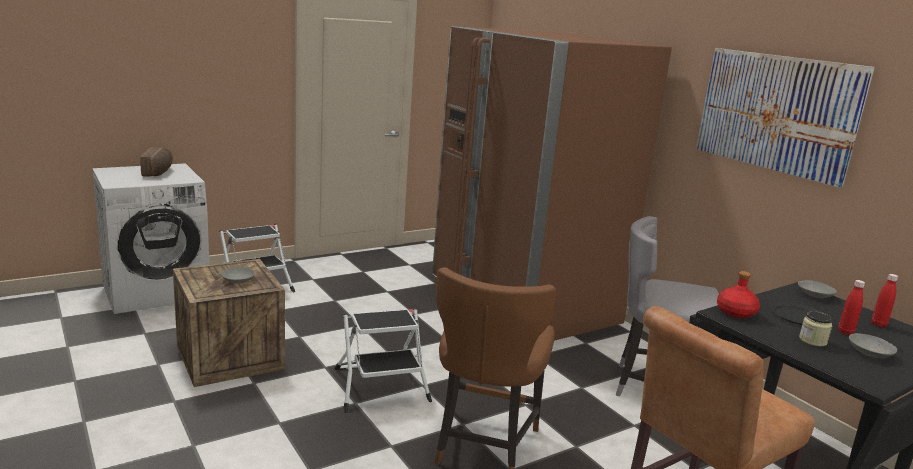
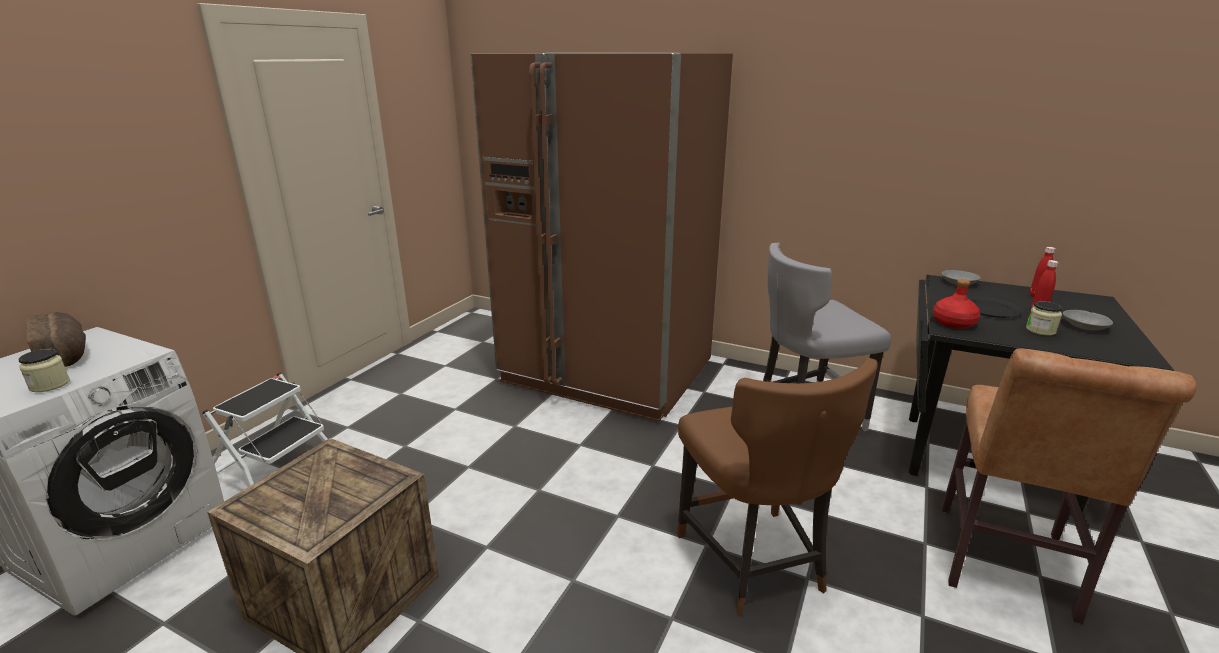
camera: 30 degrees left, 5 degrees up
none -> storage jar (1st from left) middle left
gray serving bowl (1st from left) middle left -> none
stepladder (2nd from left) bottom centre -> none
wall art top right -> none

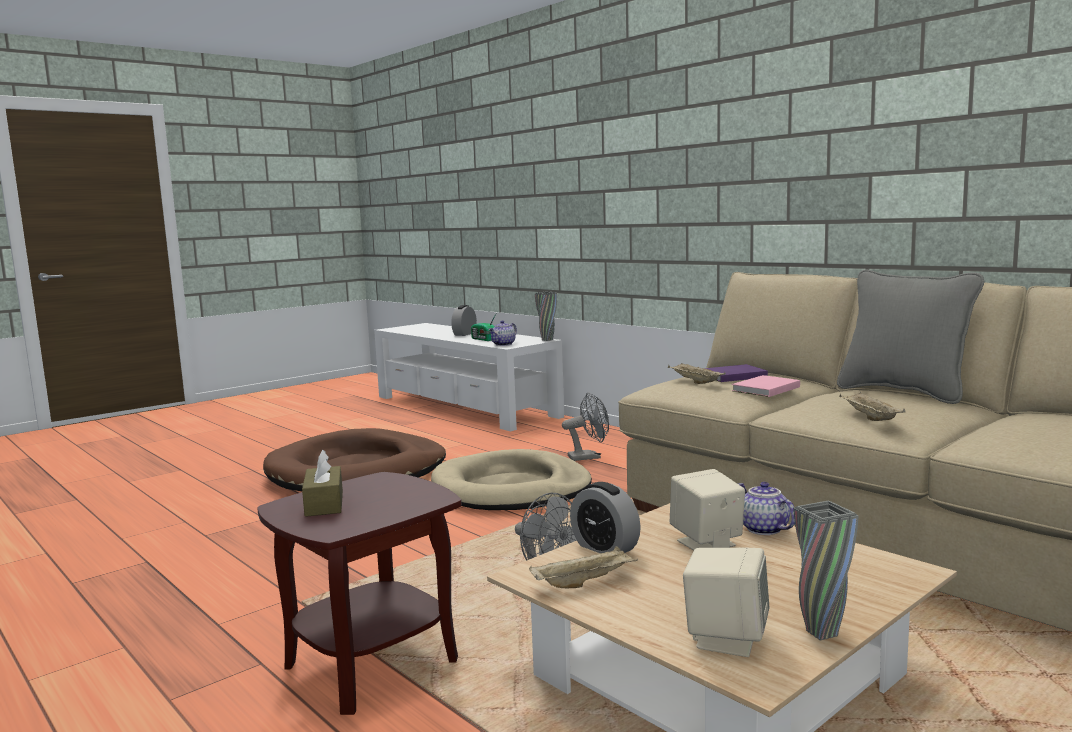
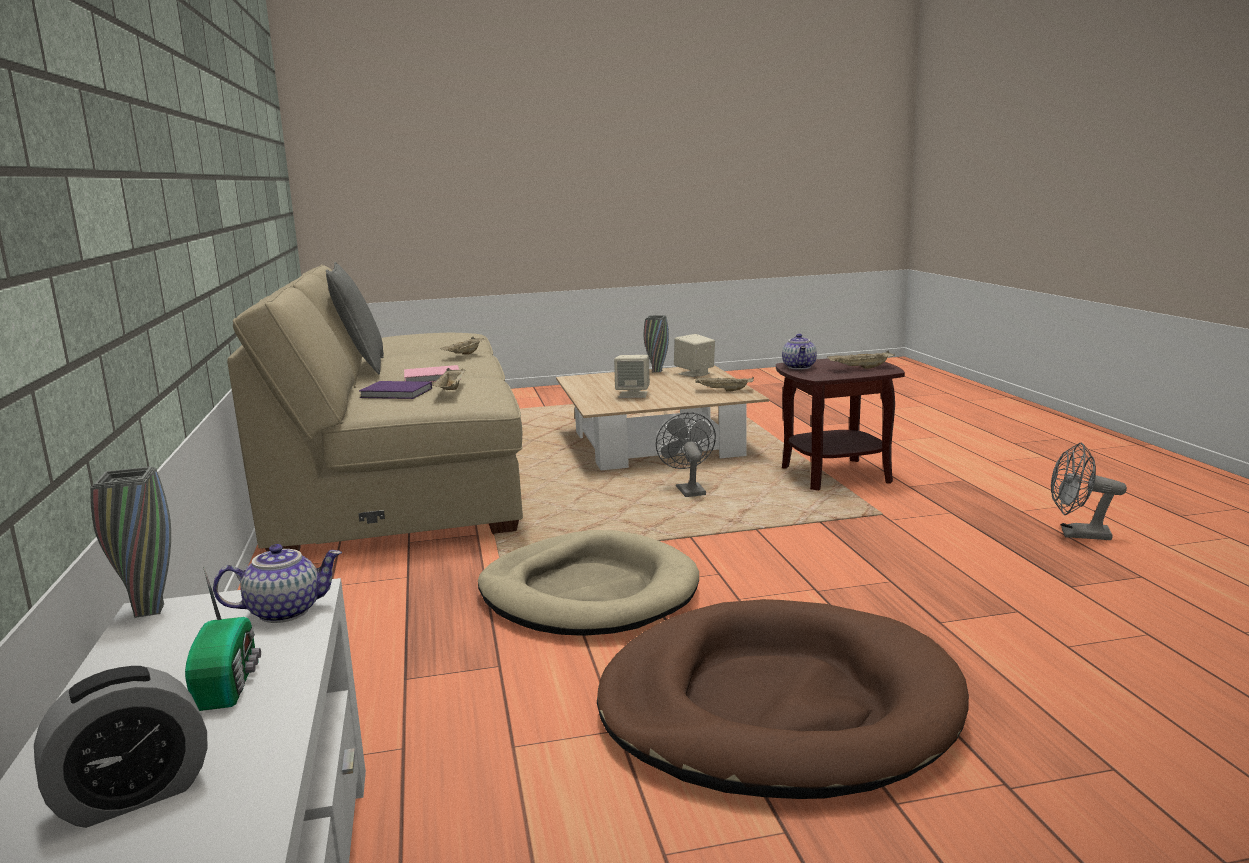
camera: 150 degrees left, 5 degrees up
tea pot (2nd from left) bottom right -> tea pot (2nd from left) centre, move
brown-coloured box of tissues middle left -> sand-coloured carrying tray (4th from left) middle right
gray electric fan (2nd from left) centre -> gray electric fan (2nd from left) middle right, move
bedside clock (2nd from left) bottom centre -> none

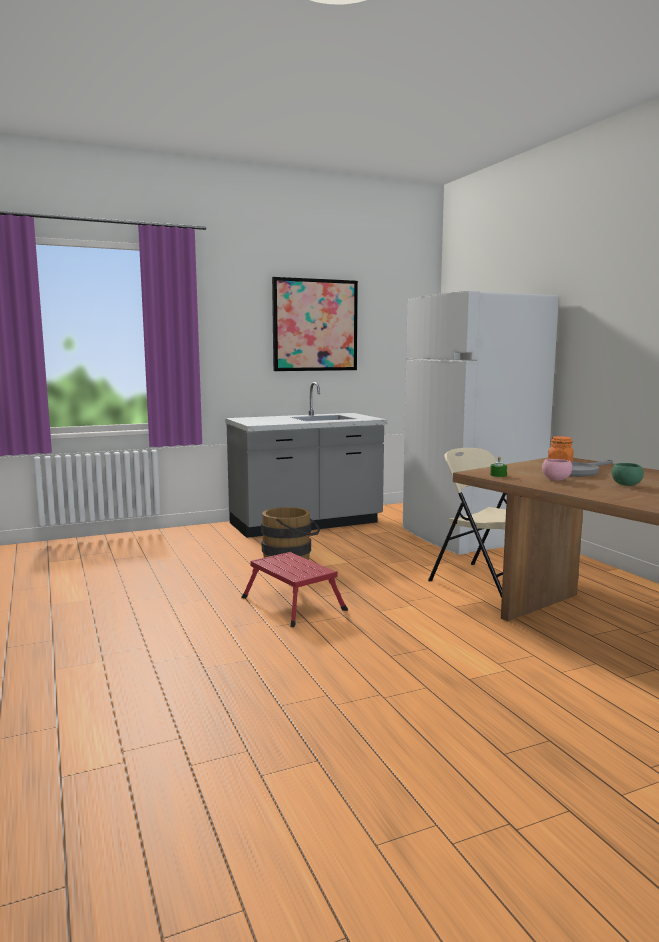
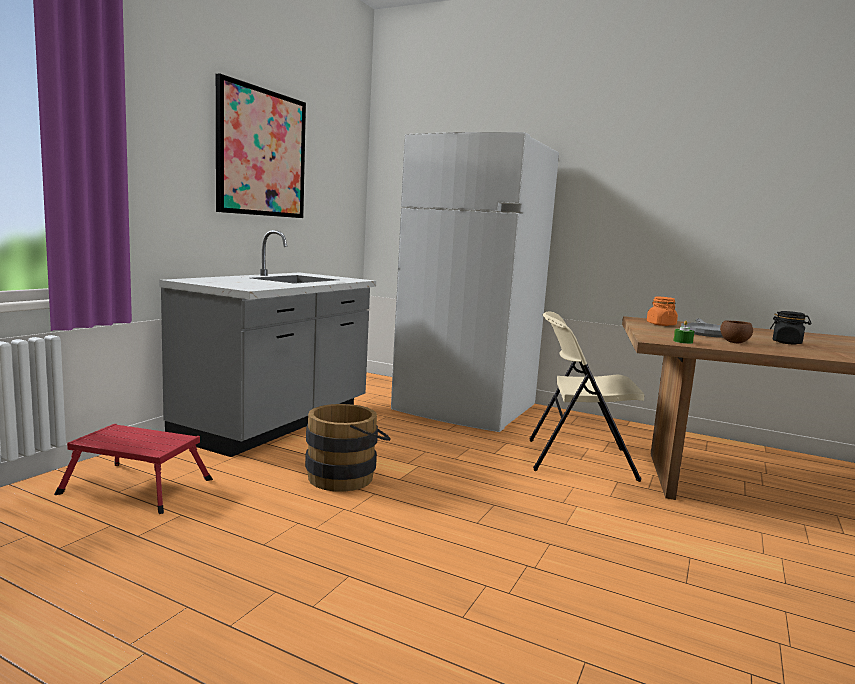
camera: 40 degrees left, 0 degrees up
red stepladder centre -> red stepladder bottom left, move
pinkish serving bowl middle right -> brown-coloured serving bowl middle right
greenish serving bowl middle right -> black-coloured storage jar middle right

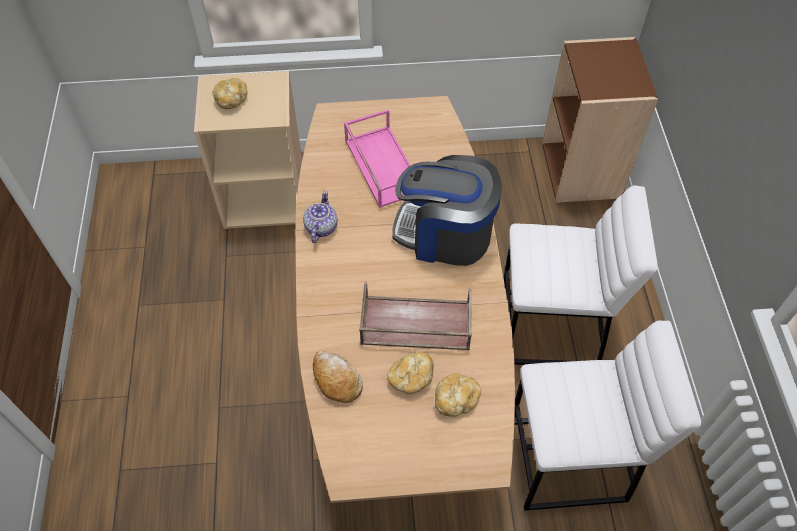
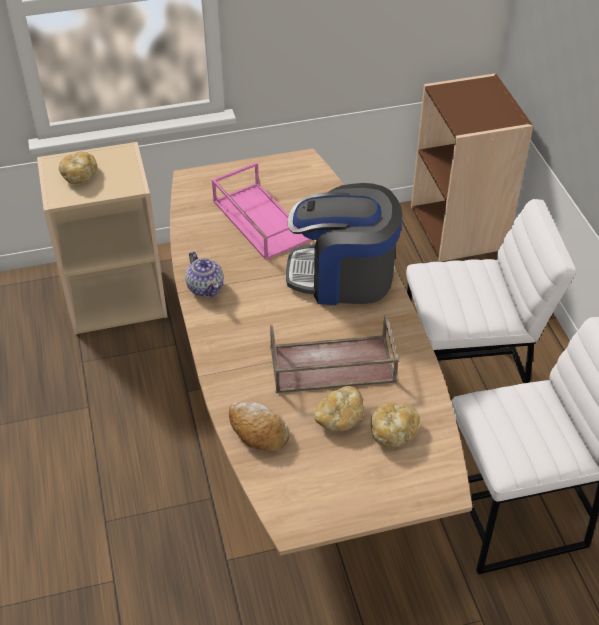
camera: 10 degrees left, 10 degrees down
tea pot centre, 150 degrees clockwise

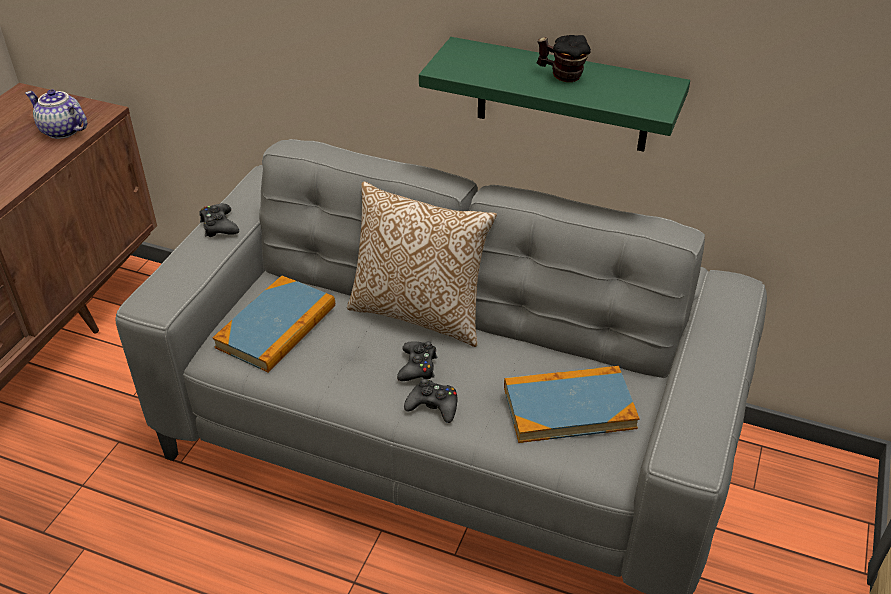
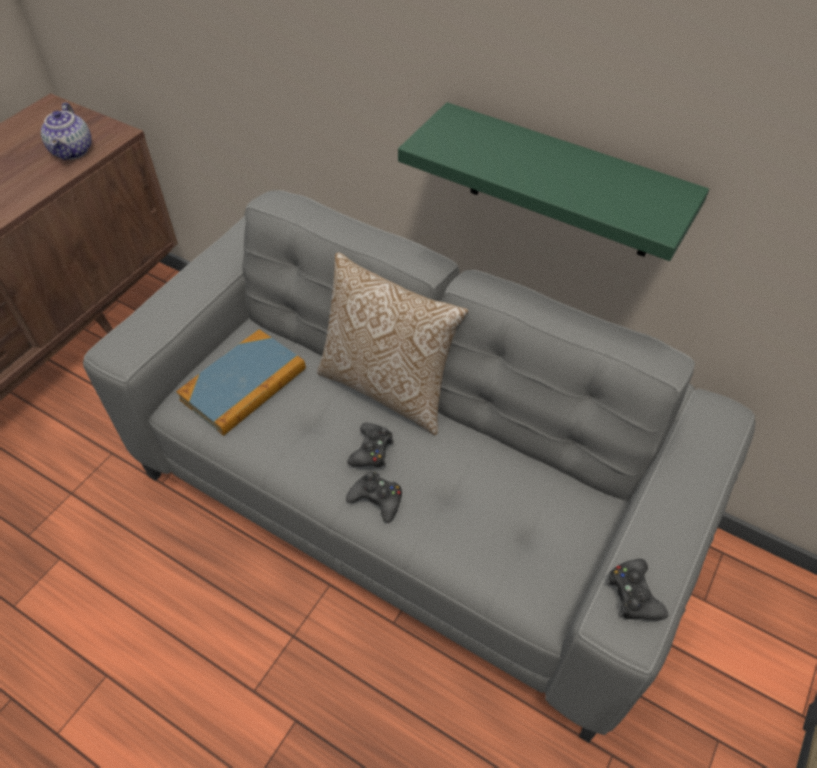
camera: 10 degrees right, 10 degrees up
tea pot top left, 135 degrees counterclockwise
black-coloured joypad (1st from left in the first image) middle left -> black-coloured joypad (3rd from left) bottom right, move
volume (2nd from left) bottom centre -> none
tea mug top centre -> none

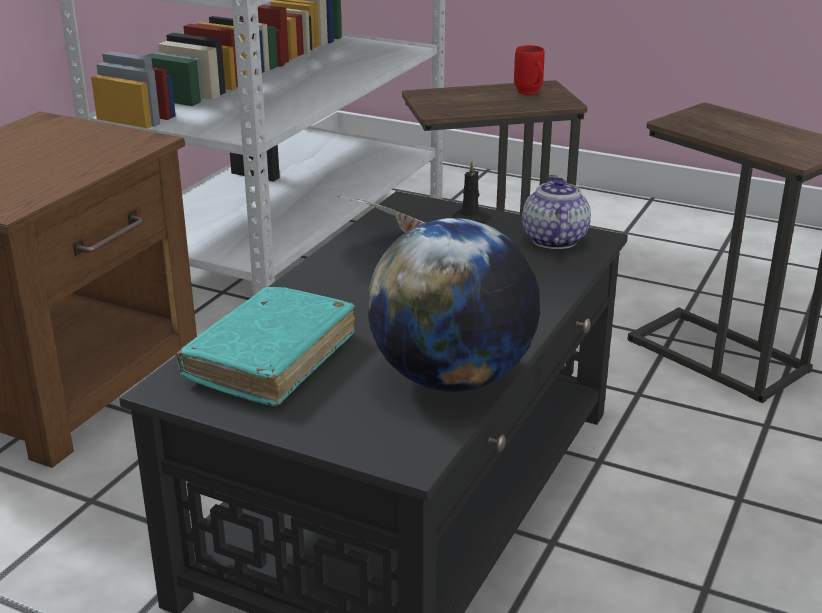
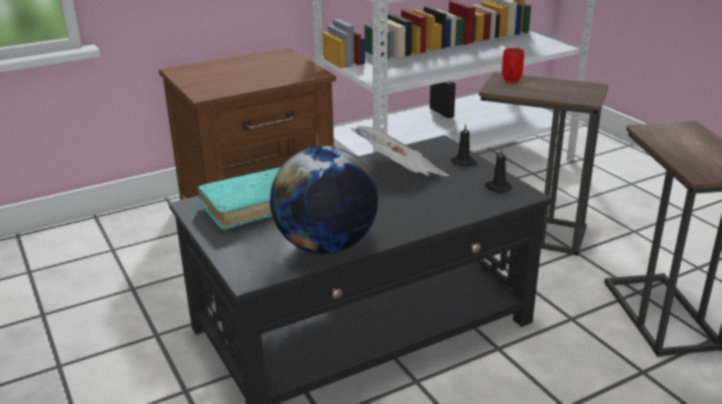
camera: 35 degrees right, 0 degrees up
tea pot middle right -> black-coloured wax light (2nd from left) middle right
red tea mug top centre -> red tea mug top right, move

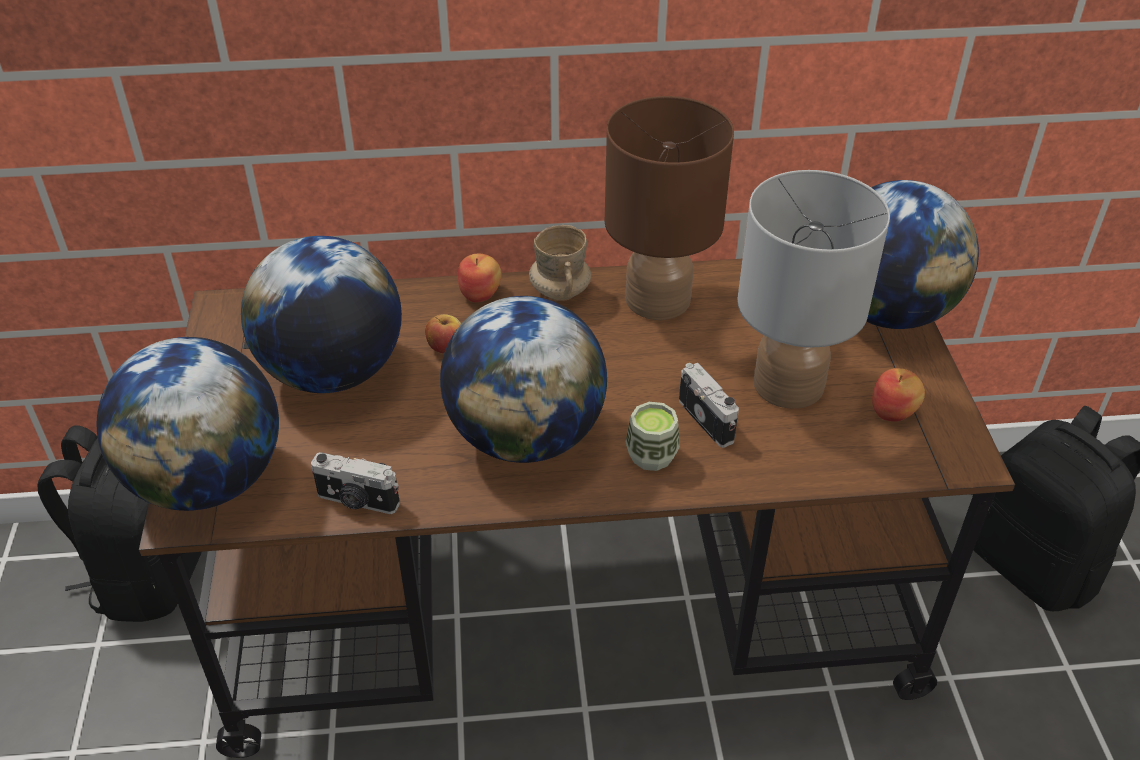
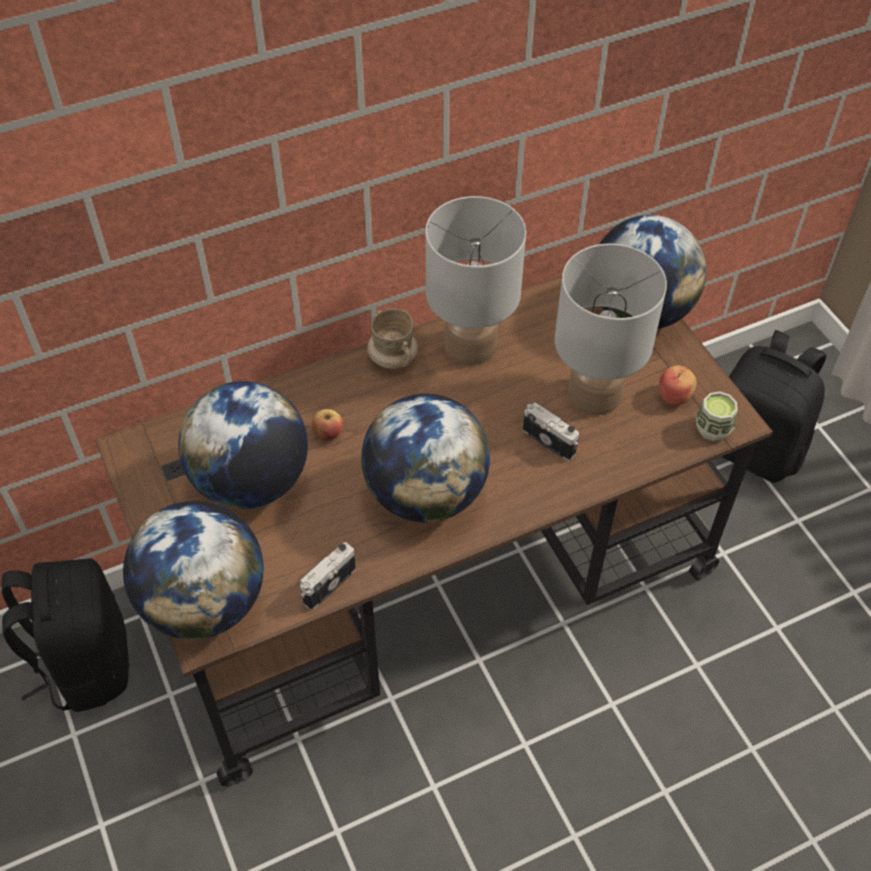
camera: 20 degrees left, 10 degrees up
still camera (1st from left) middle left -> still camera (1st from left) centre, 135 degrees clockwise
brown-coloured table lamp top centre -> gray table lamp (1st from left) top centre
small cup centre -> small cup middle right, move
whole apple (2nd from left) centre -> none

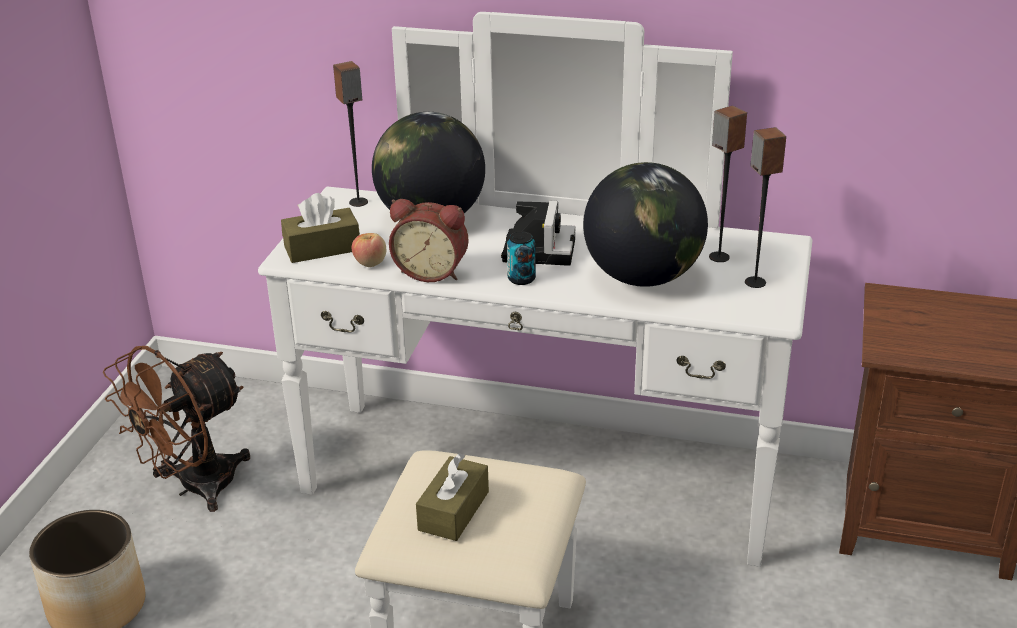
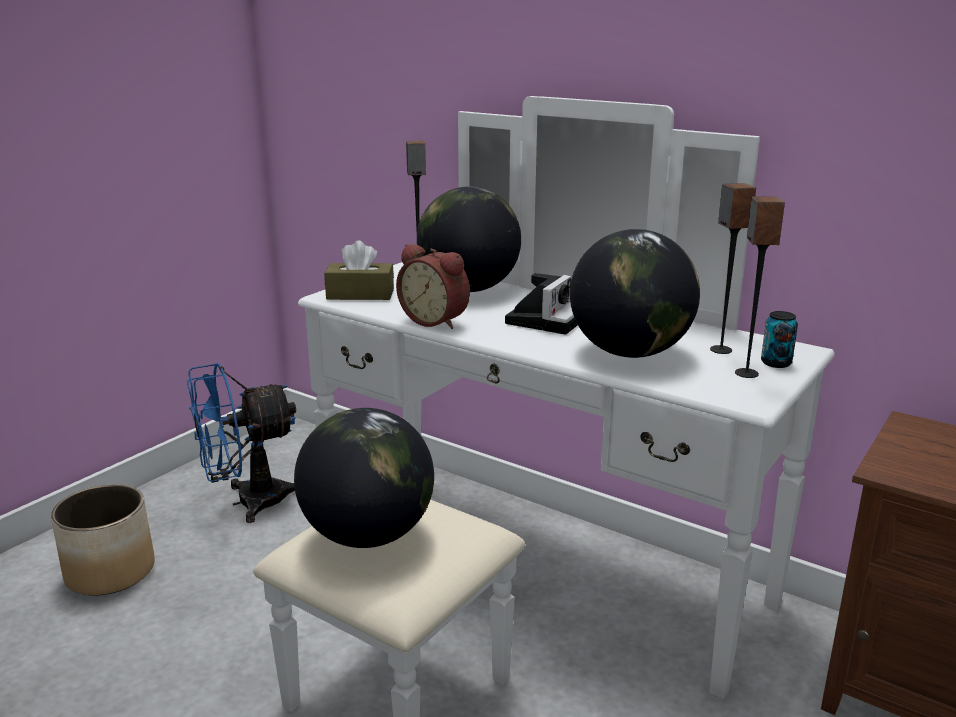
camera: 20 degrees right, 10 degrees down
brown-coloured electric fan bottom left -> blue electric fan middle left
brown-coloured box of tissues (2nd from left) bottom centre -> world globe (1st from left) bottom centre
metal can centre -> metal can middle right, move
whole apple centre -> none

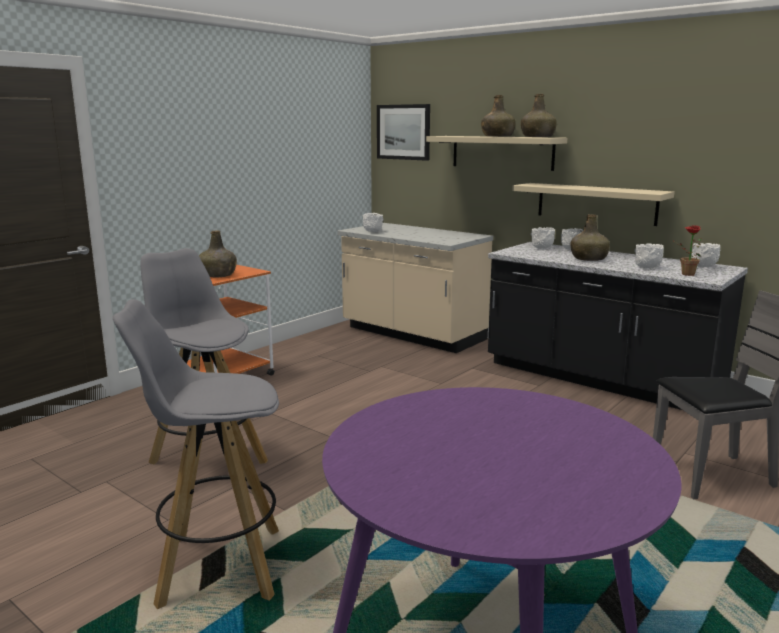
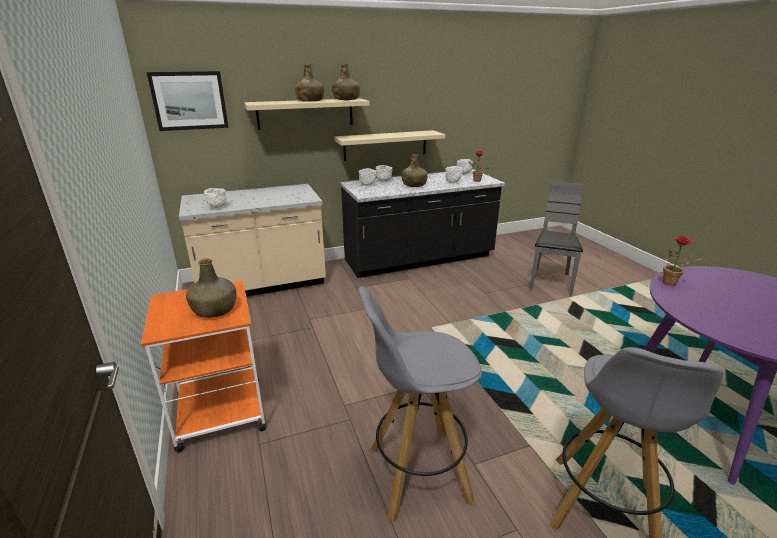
camera: 60 degrees left, 10 degrees up
none -> plant in a pot (2nd from left) middle right

